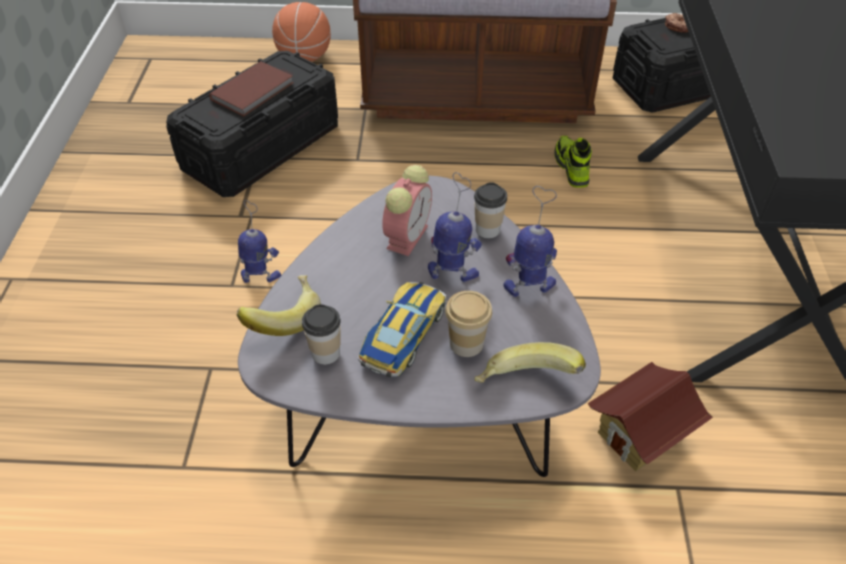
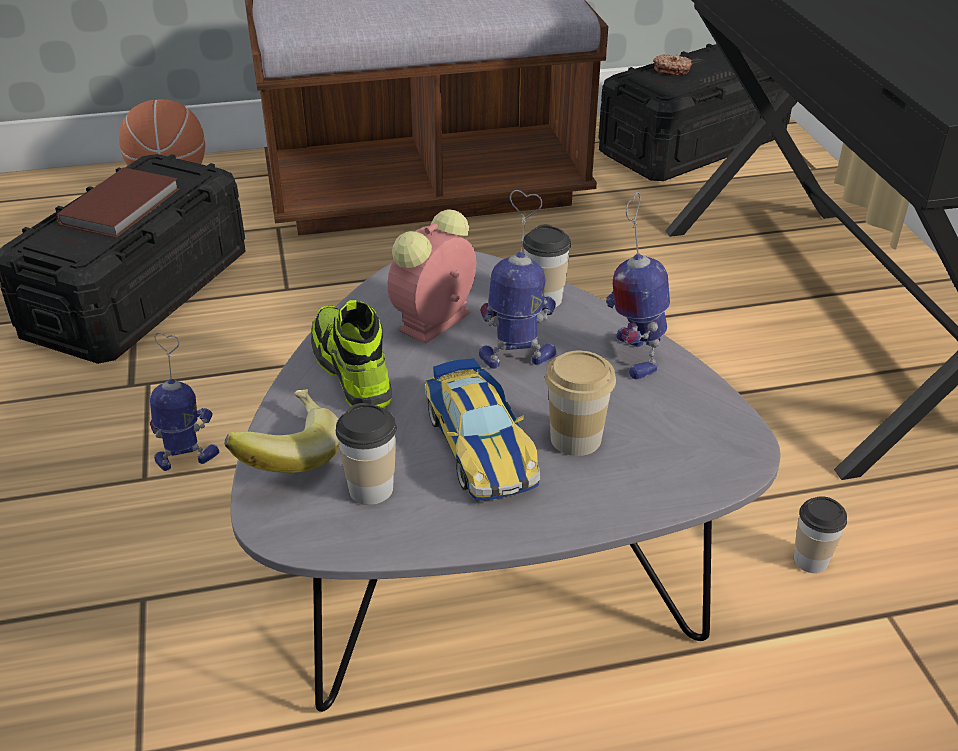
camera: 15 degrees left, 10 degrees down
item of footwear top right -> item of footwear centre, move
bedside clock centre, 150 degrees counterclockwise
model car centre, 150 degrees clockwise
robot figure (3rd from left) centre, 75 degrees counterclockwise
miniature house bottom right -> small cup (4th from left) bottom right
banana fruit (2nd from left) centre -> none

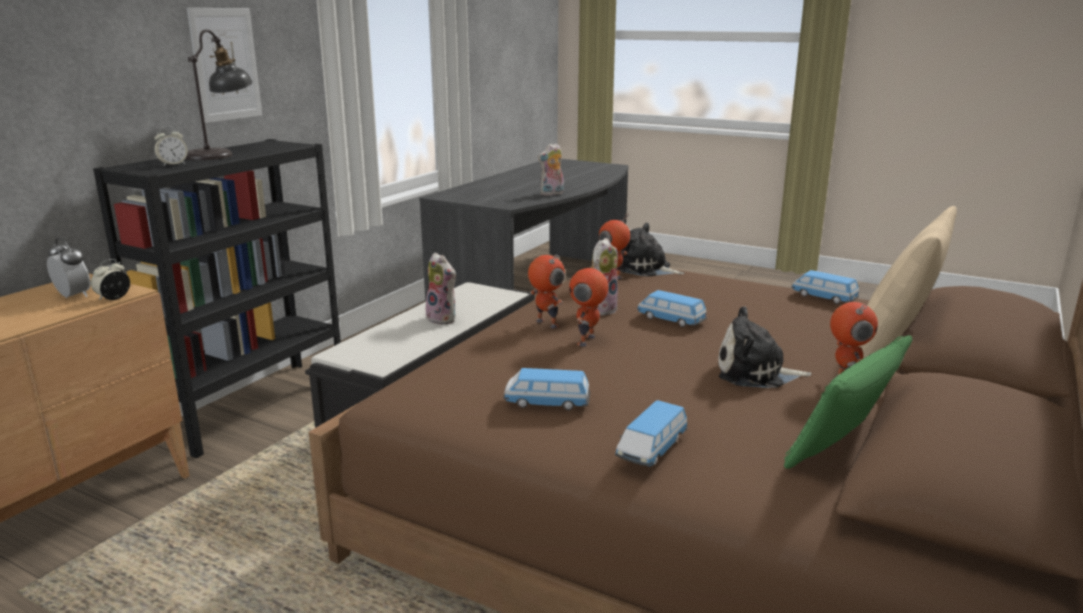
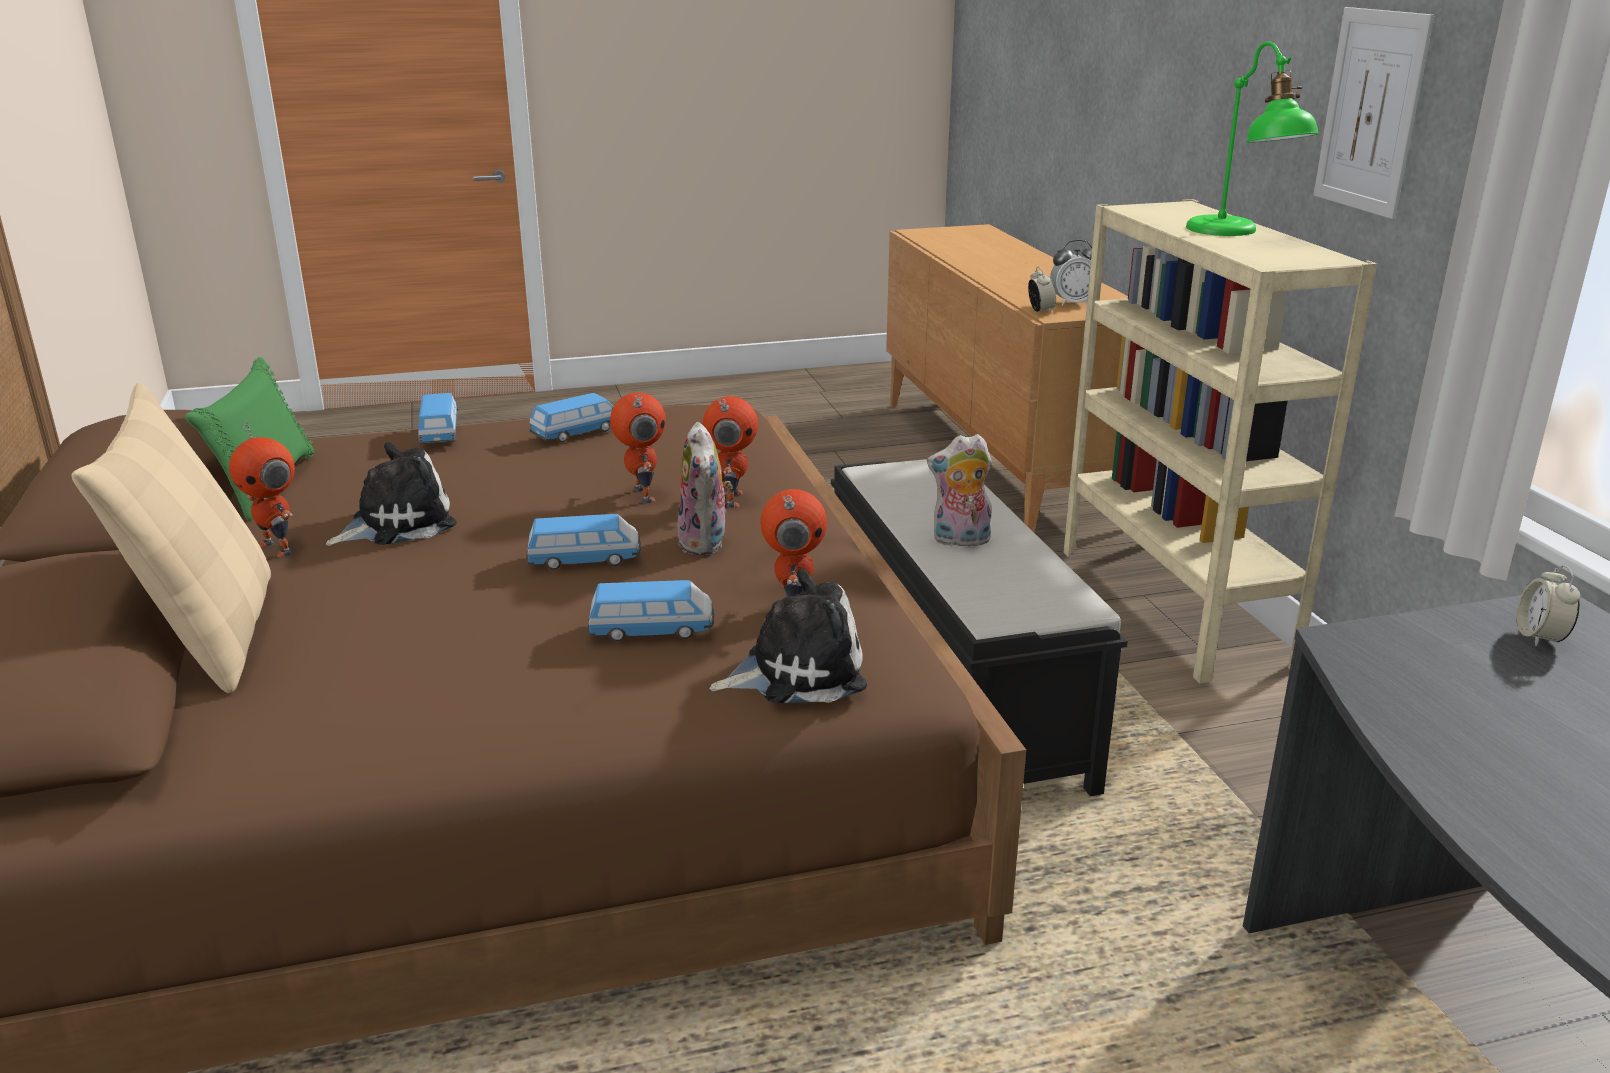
camera: 135 degrees right, 5 degrees up
model car (4th from left) middle right -> model car (4th from left) centre, move
robot figure (1st from left in the first image) centre -> robot figure (3rd from left) centre, 90 degrees counterclockwise
black-coloured bookcase middle left -> sand-coloured bookcase middle right
gray table lamp top left -> greenish table lamp top right
bedside clock (3rd from left) top left -> bedside clock (3rd from left) middle right, move
soft toy (2nd from left) top centre -> none

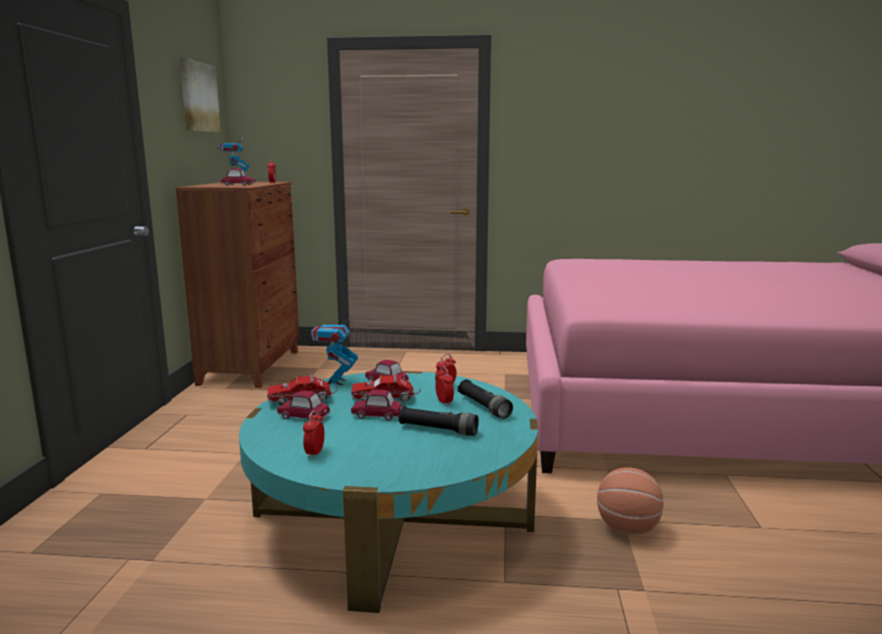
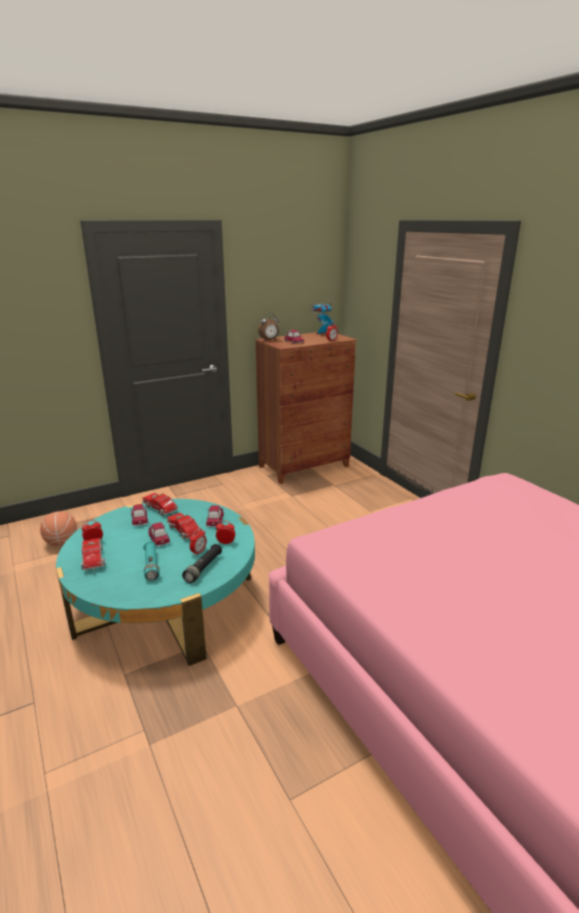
camera: 55 degrees right, 10 degrees up
basketball ball bottom right -> basketball ball middle left, move
none -> model truck (1st from left) middle left
black-coloured torch (1st from left) centre -> blue-green torch middle left
none -> bedside clock (4th from left) centre
wall art top left -> none
robot figure (2nd from left) centre -> none

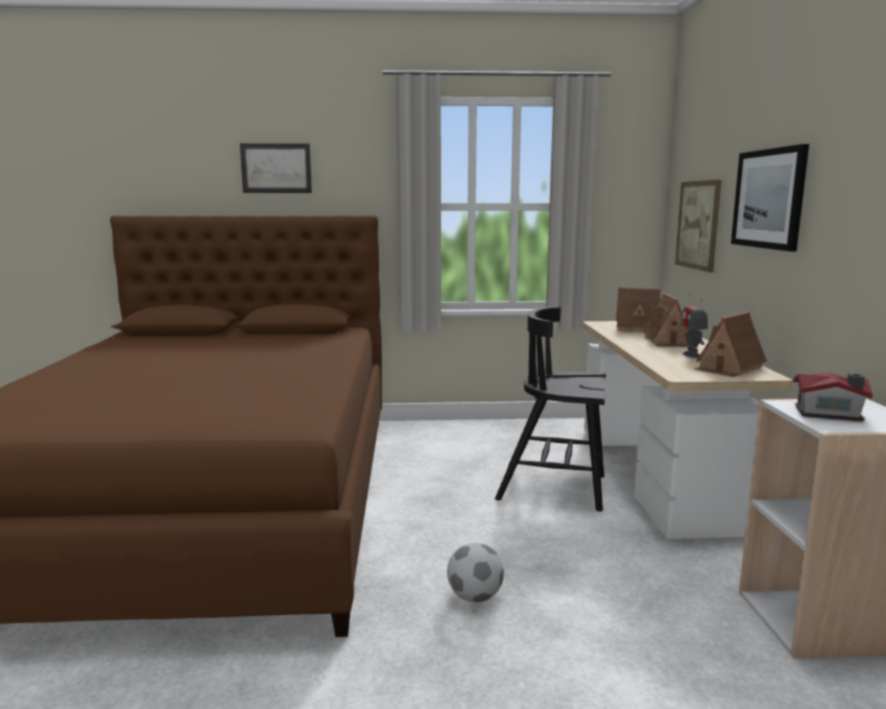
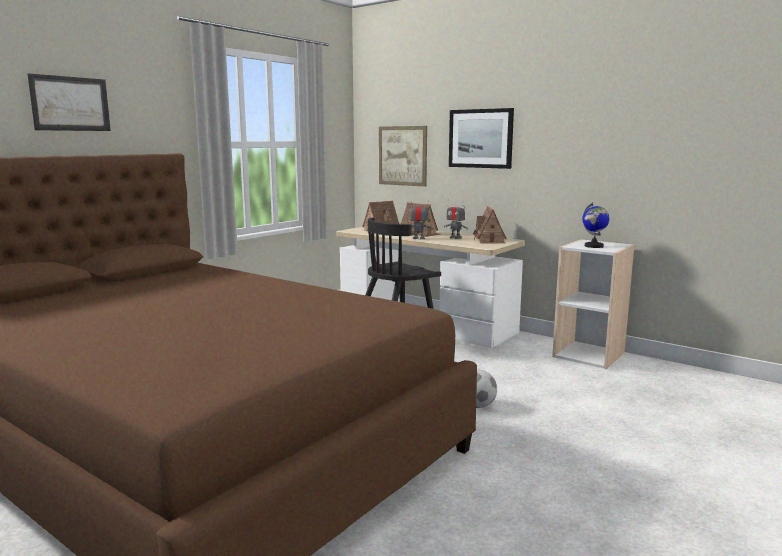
camera: 50 degrees left, 0 degrees up
none -> robot figure (1st from left) centre
miniature house (4th from left) middle right -> world globe middle right

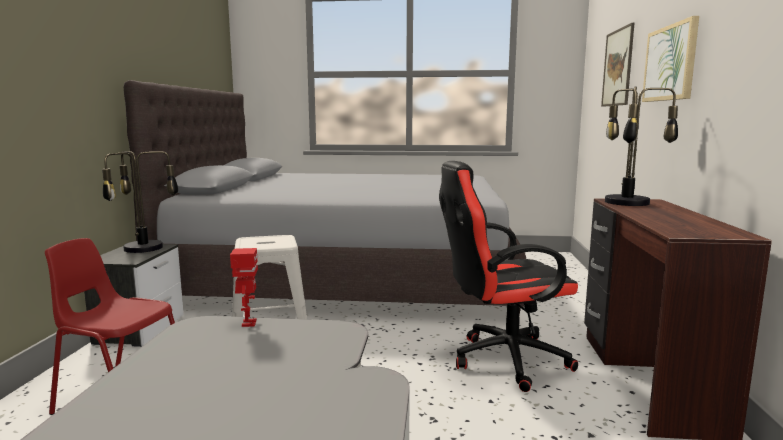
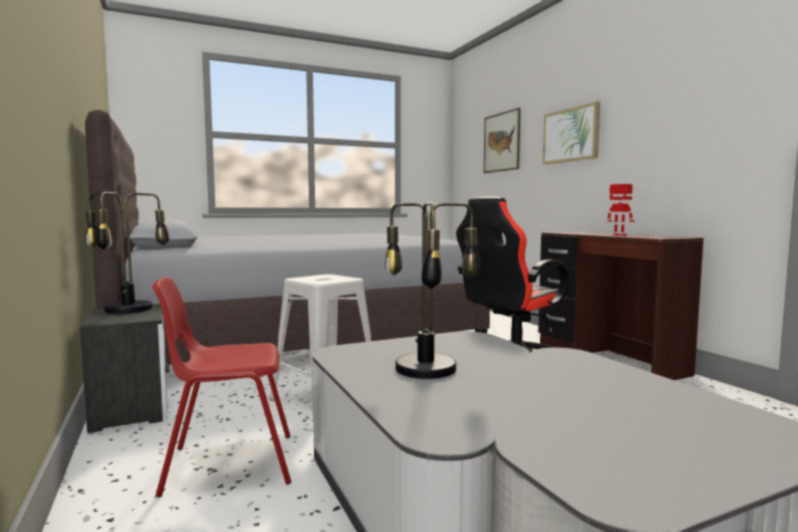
camera: 30 degrees left, 5 degrees down
table lamp (2nd from left) top right -> table lamp (2nd from left) centre, move
robot figure middle left -> robot figure middle right, move

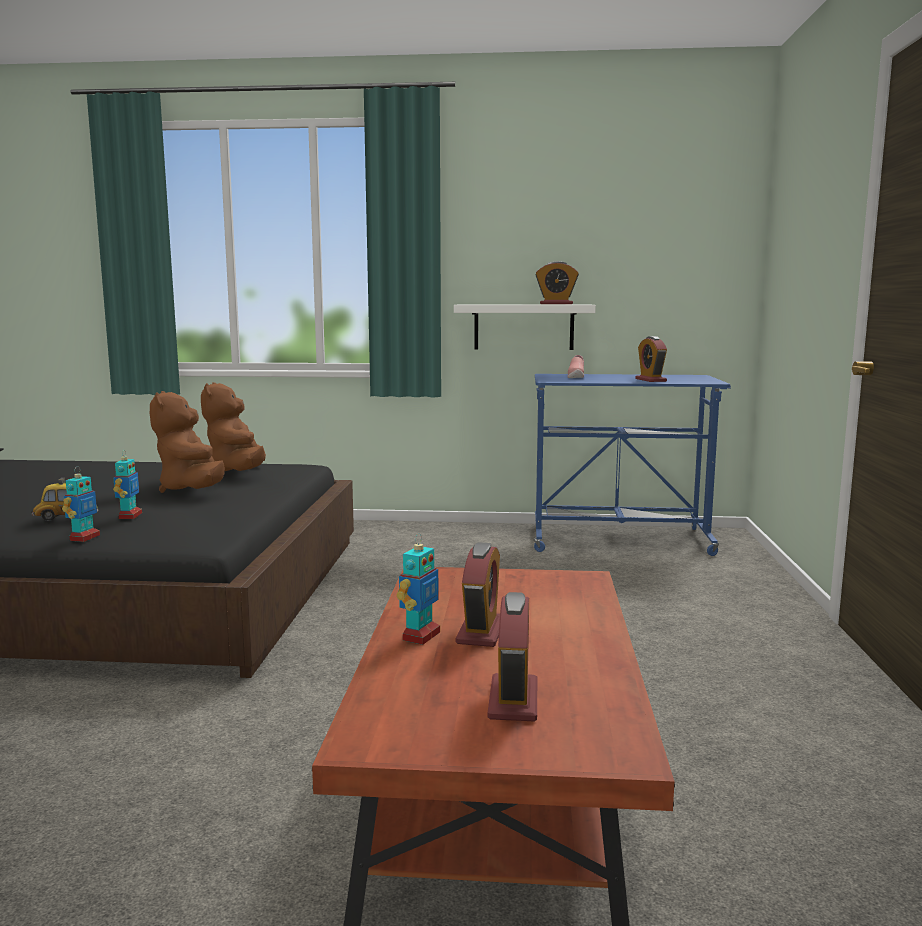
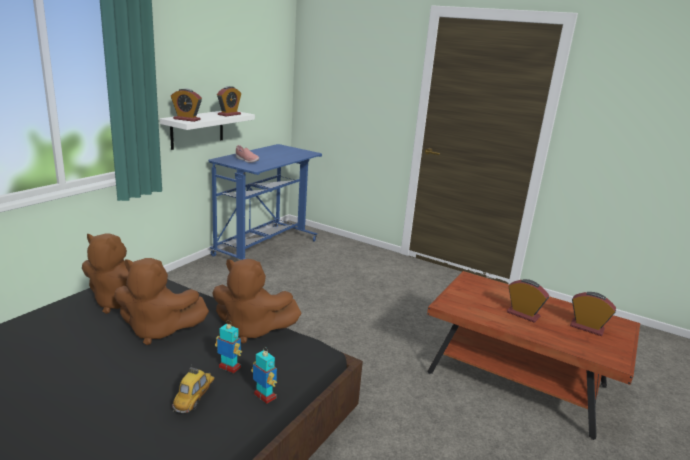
camera: 65 degrees left, 10 degrees up
bedside clock (4th from left in the first image) middle right -> bedside clock (1st from left) top left, move
none -> brown-coloured soft toy (3rd from left) centre
robot figure (3rd from left) centre -> none

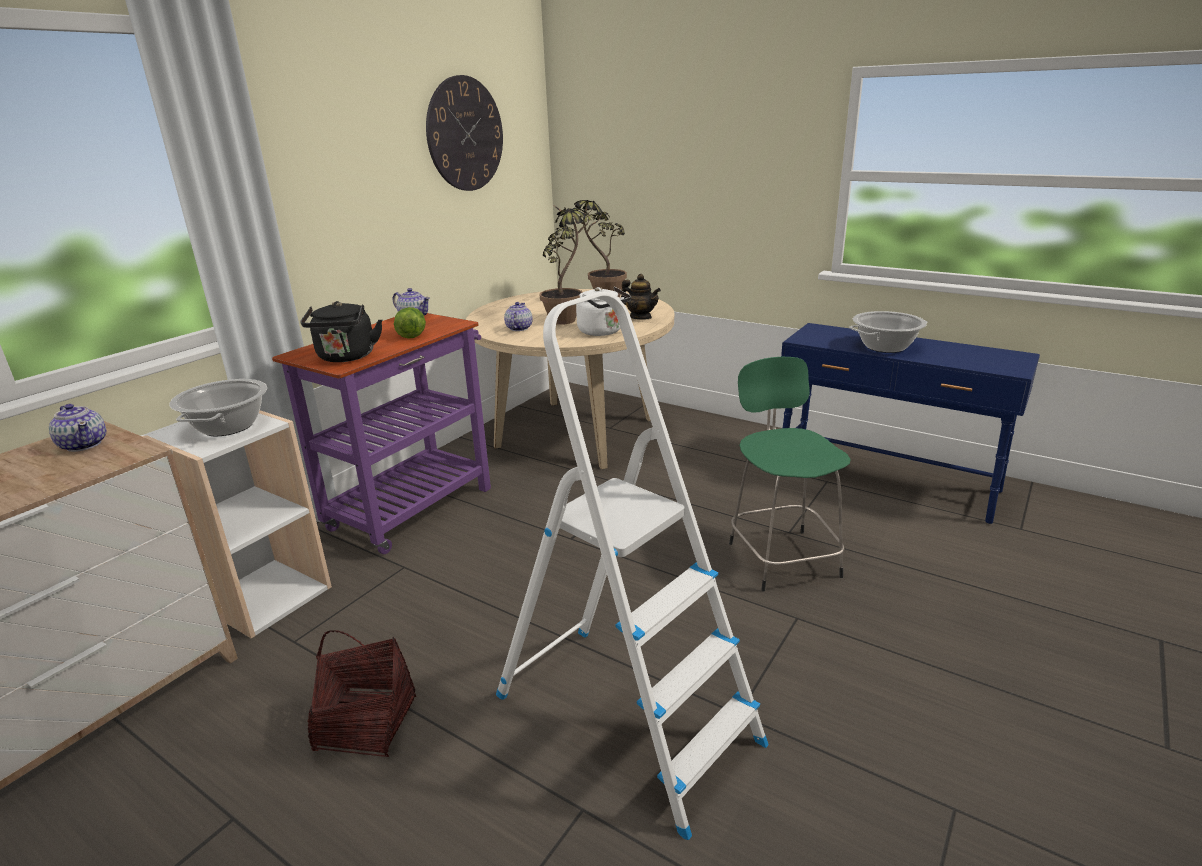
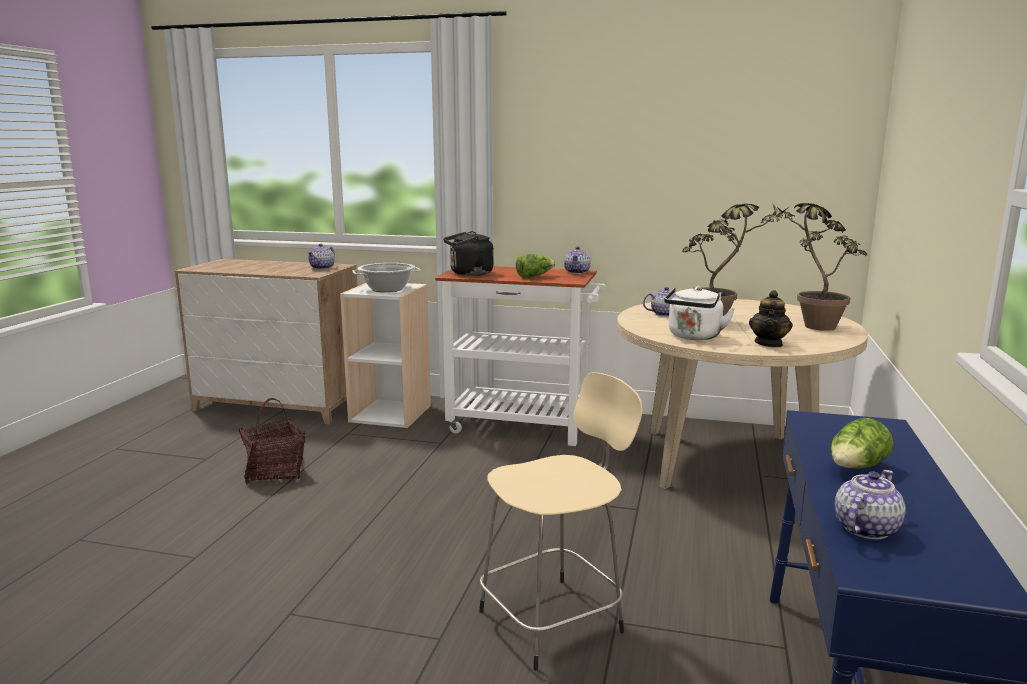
camera: 70 degrees right, 10 degrees down
purple cart middle left -> whitish cart centre
greenish stool centre -> sand-coloured stool bottom centre
saucepot (2nd from left) middle right -> head of lettuce (2nd from left) middle right
none -> tea pot (5th from left) bottom right
clock on the wall top centre -> none
whitish stepladder centre -> none

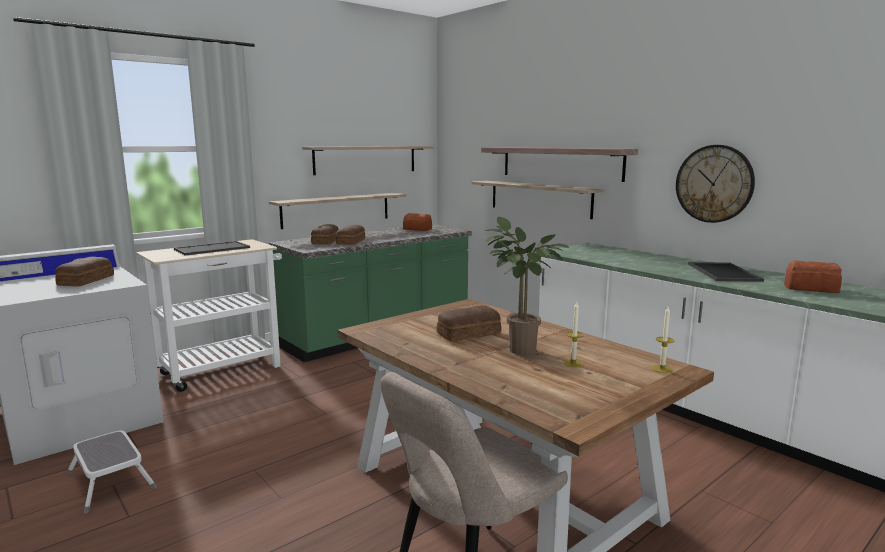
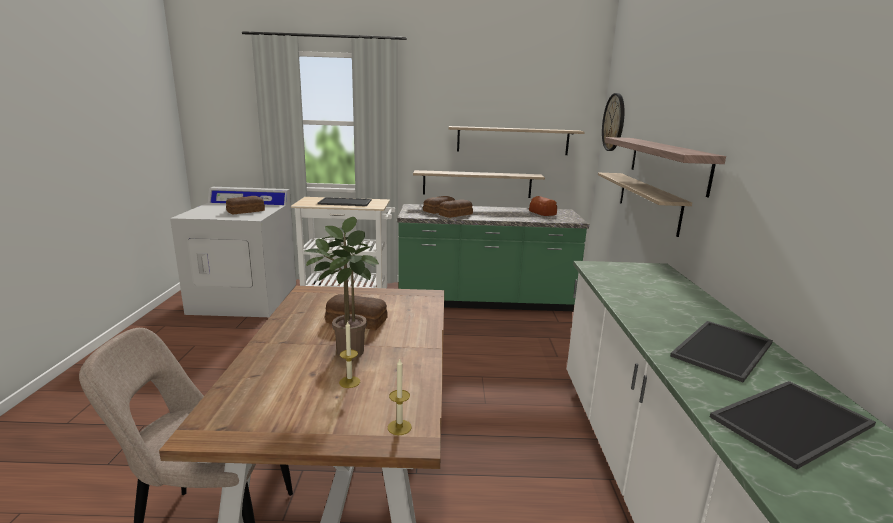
camera: 40 degrees right, 5 degrees up
clock on the wall middle right -> clock on the wall top right, move
bread (6th from left) middle right -> carrying tray (3rd from left) bottom right
gray stepladder bottom left -> none

